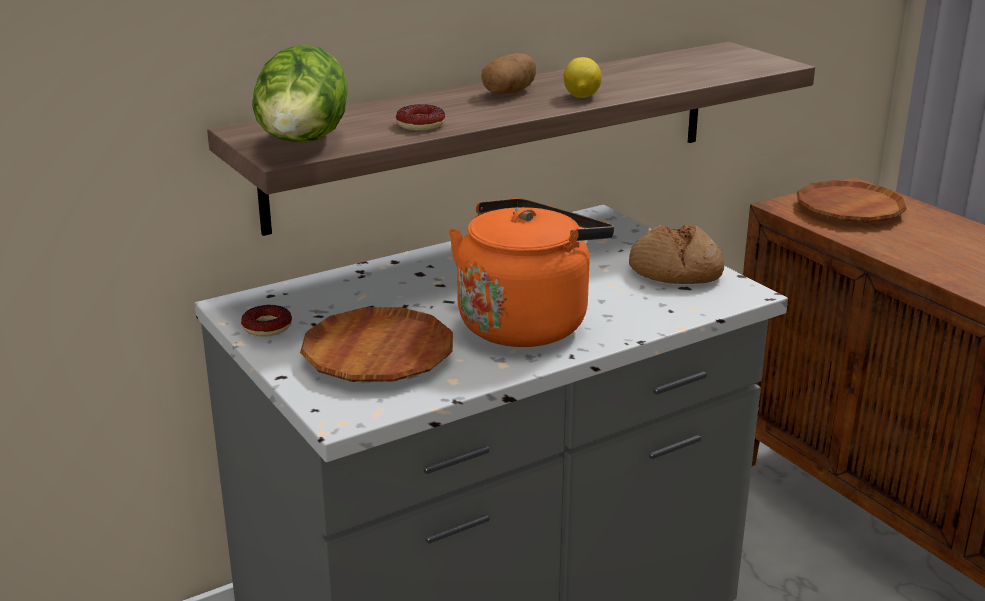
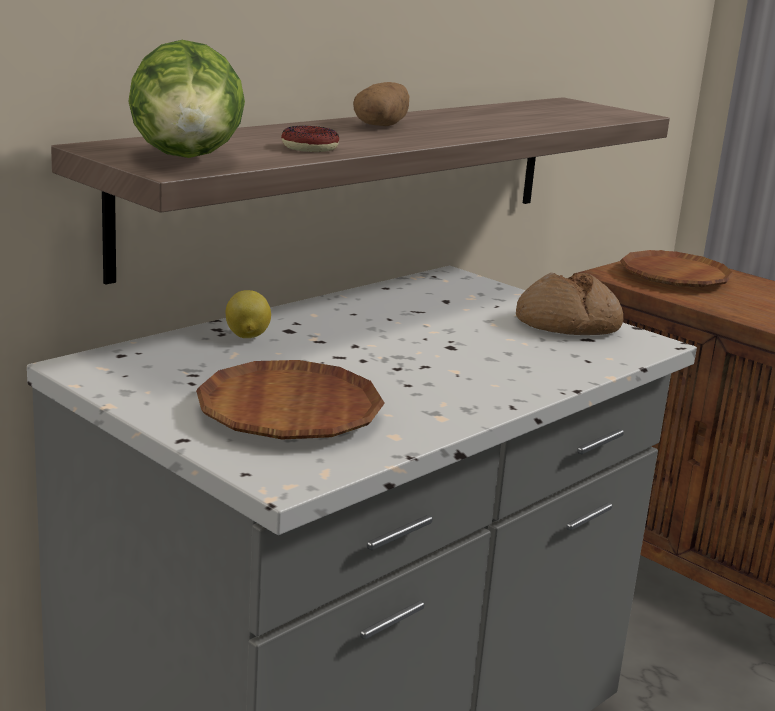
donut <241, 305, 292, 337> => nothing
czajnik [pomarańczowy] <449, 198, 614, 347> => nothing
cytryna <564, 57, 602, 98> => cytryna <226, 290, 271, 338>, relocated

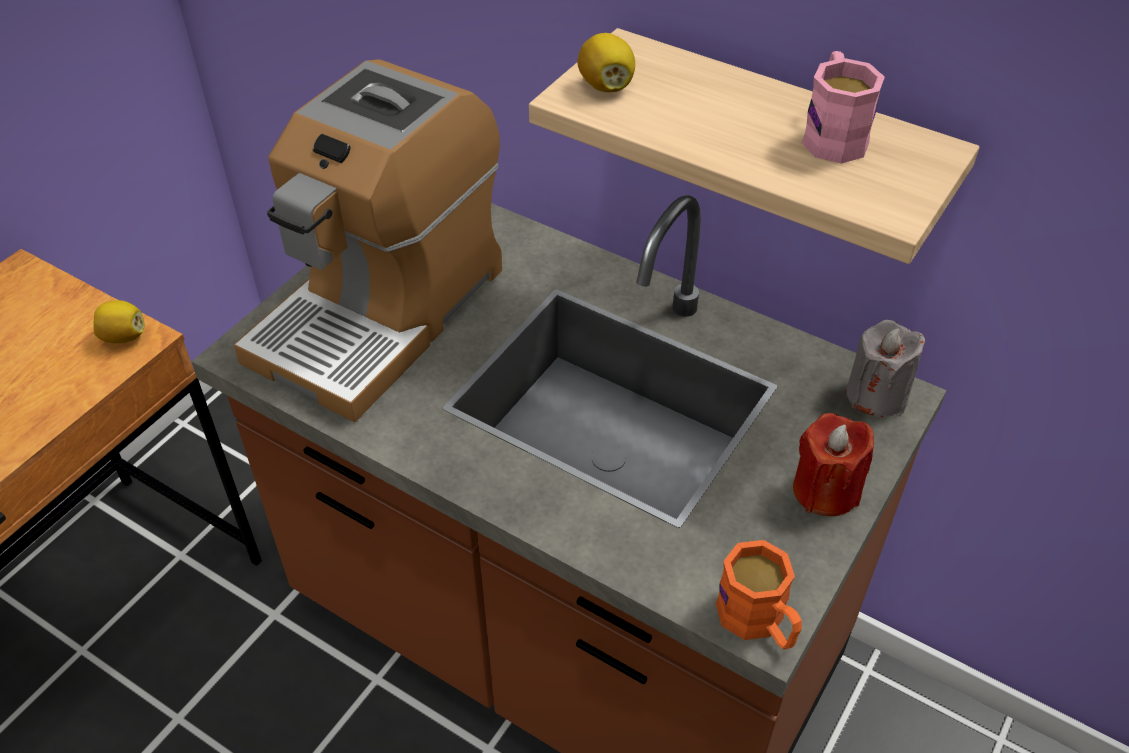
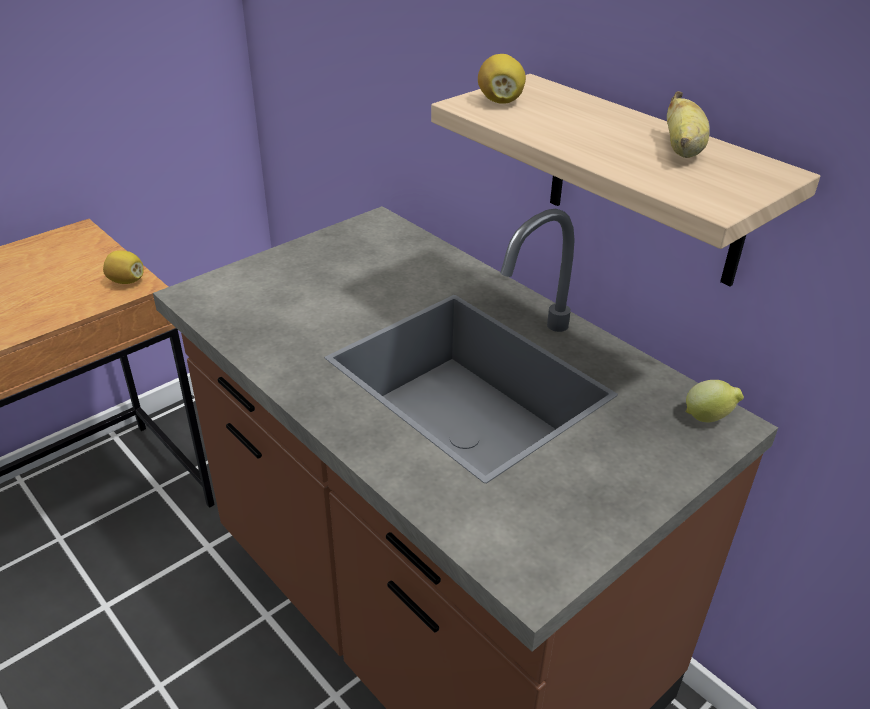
ekspres do kawy <234, 59, 502, 422> => nothing
kubek [pomarańczowy] <716, 540, 802, 650> => nothing
świeca [czerwony] <793, 413, 874, 516> => nothing
kubek [różowy] <802, 51, 885, 164> => banan <667, 91, 710, 158>
świeca [szary] <846, 320, 925, 417> => cytryna <685, 380, 744, 422>

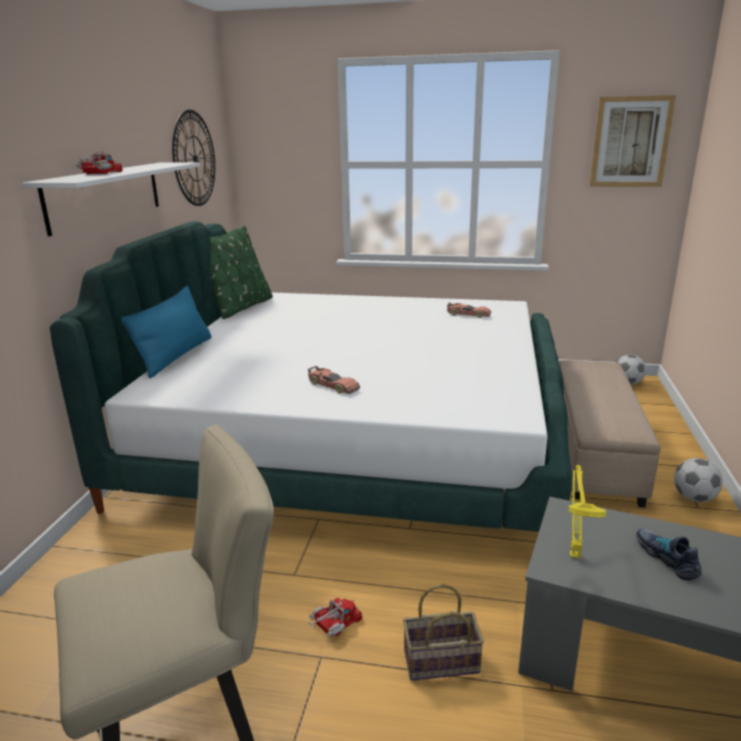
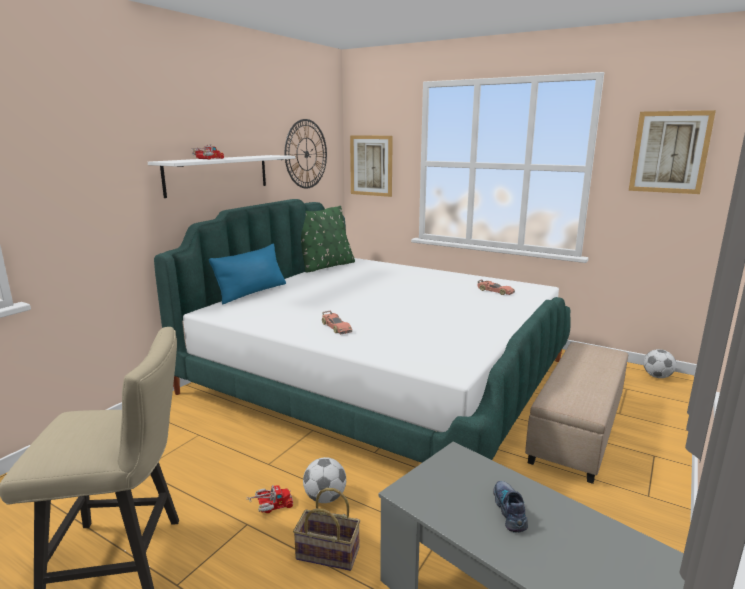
lampa stołowa [żółty] <569, 465, 606, 558> => nothing
nothing => obraz <350, 136, 393, 197>
piłka futbolowa <674, 458, 723, 502> => piłka futbolowa <303, 457, 346, 503>, relocated

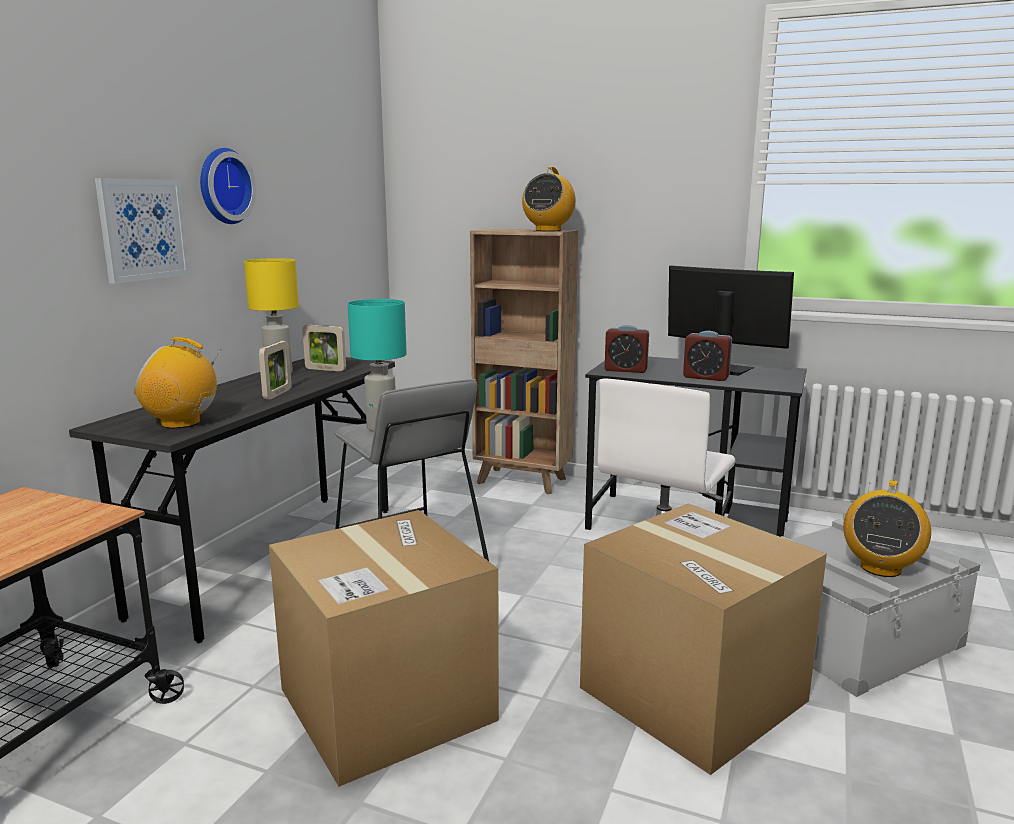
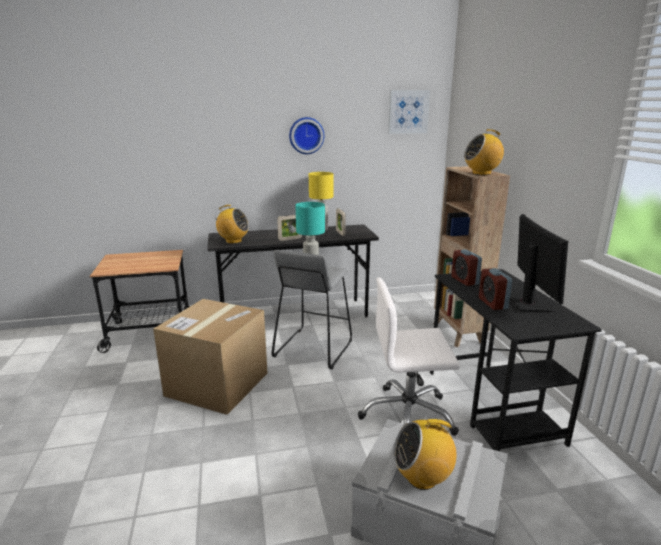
karton <580, 503, 827, 775> => nothing
obraz <95, 178, 190, 284> => obraz <388, 90, 430, 134>, relocated
radio <134, 337, 221, 429> => radio <213, 205, 249, 244>, 135 degrees clockwise

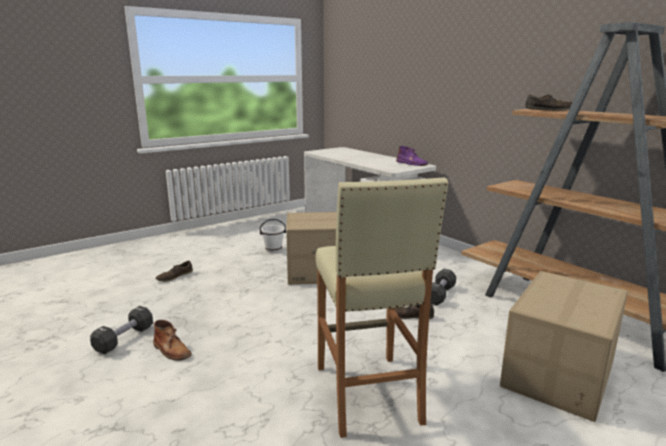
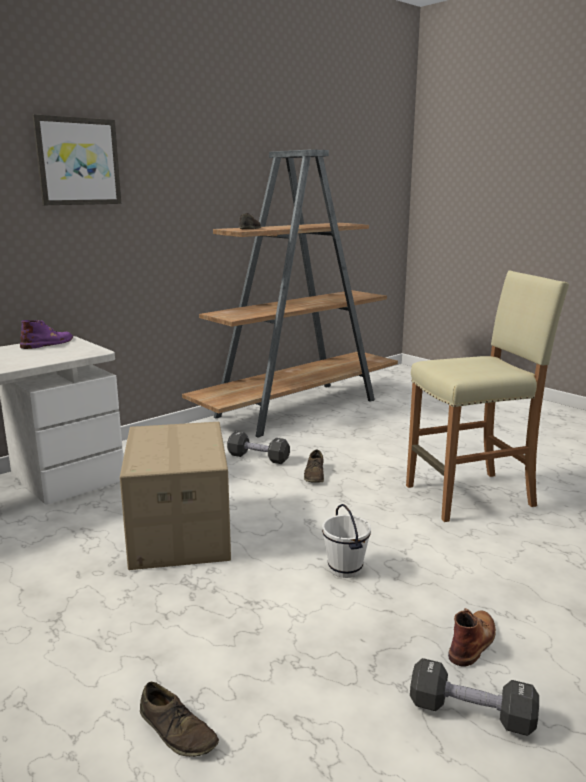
karton <500, 271, 628, 422> => nothing
nothing => obraz <32, 114, 121, 205>
wiadro [biały] <260, 219, 286, 253> => wiadro [biały] <322, 504, 371, 578>, relocated

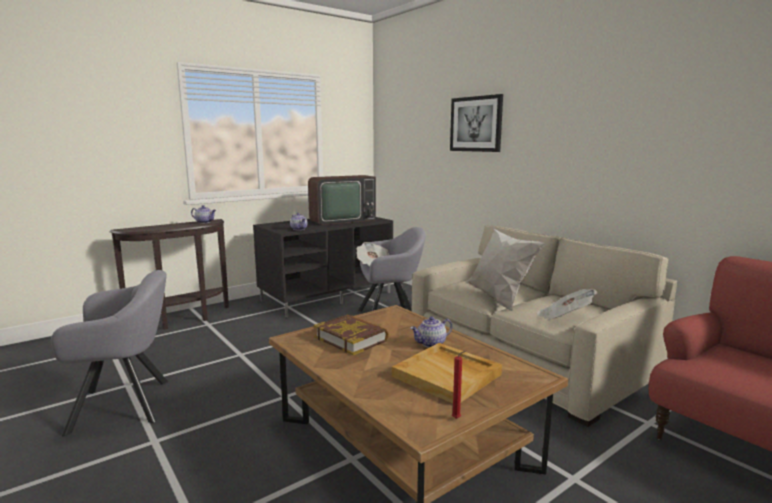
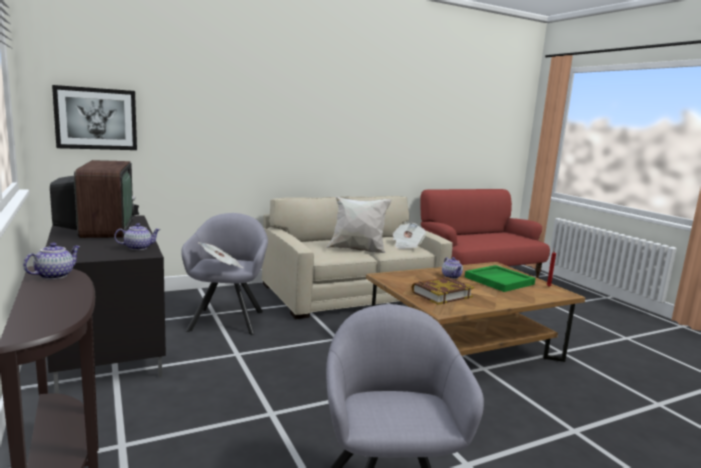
obraz <450, 94, 503, 152> => obraz <52, 85, 137, 150>, relocated
taca [beżowy] <392, 343, 502, 403> => taca [zielony] <465, 265, 535, 292>

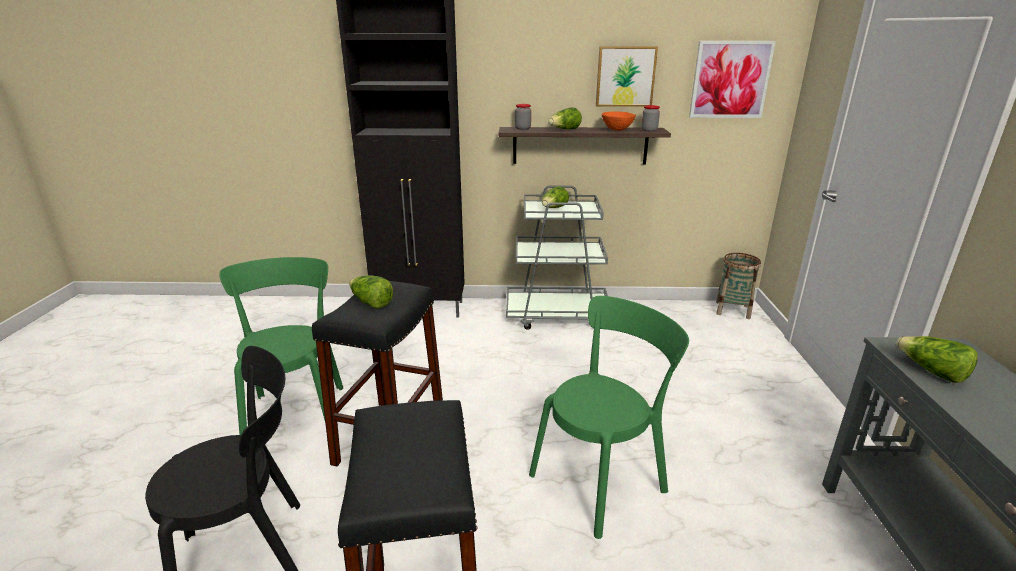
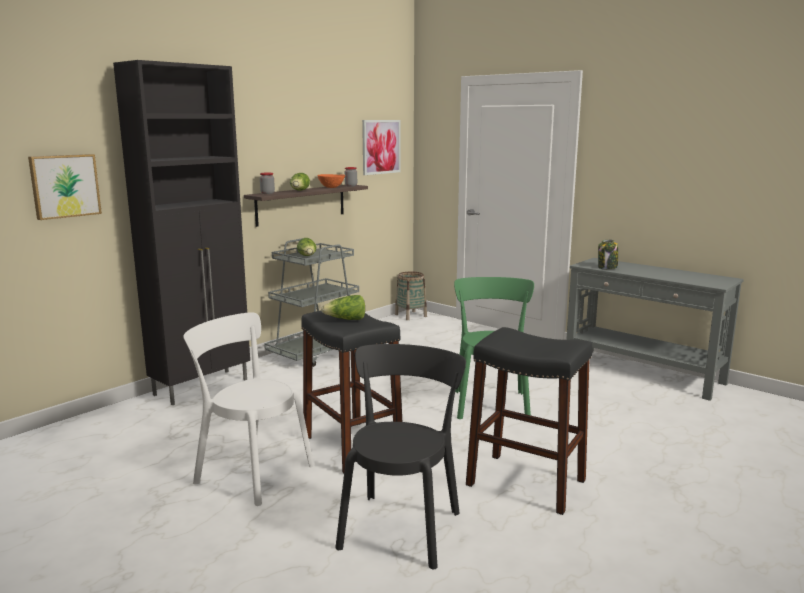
obraz <596, 46, 658, 107> => obraz <28, 154, 102, 220>, relocated
sałata <896, 336, 978, 383> => słoik <598, 239, 618, 269>
krzesło [zielony] <220, 257, 343, 435> => krzesło [biały] <183, 312, 314, 506>

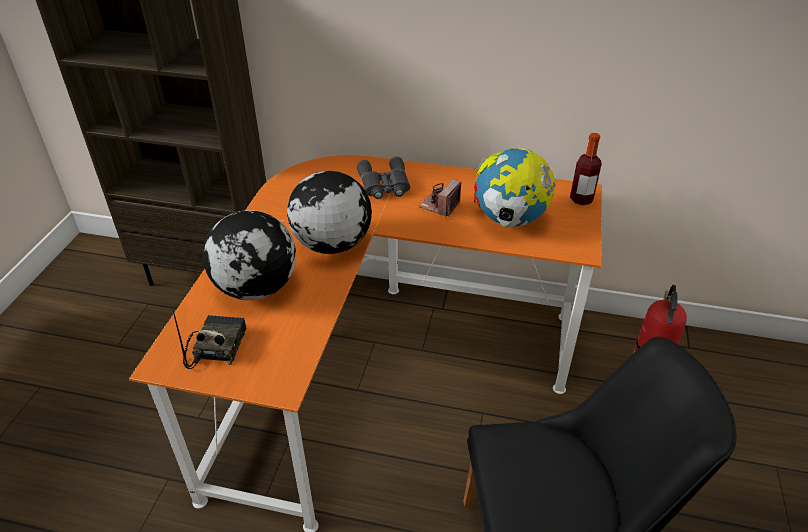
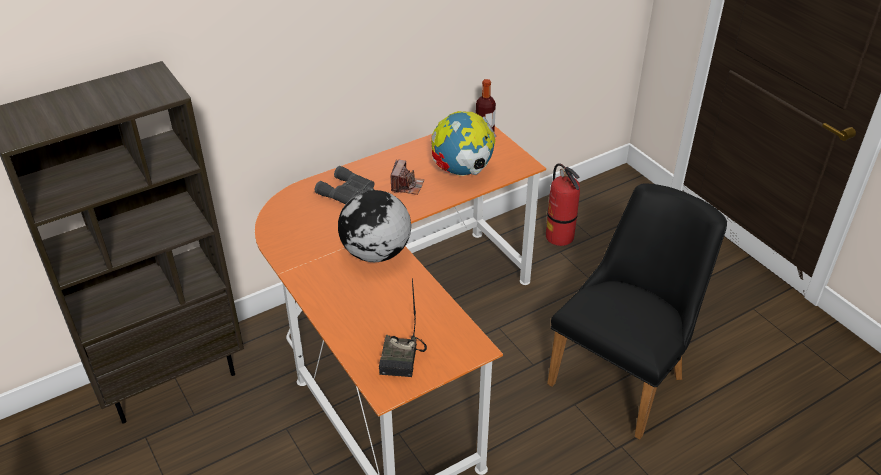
globus <203, 210, 296, 300> => nothing
radio <172, 308, 246, 369> => radio <379, 278, 427, 377>, 135 degrees counterclockwise
aparat fotograficzny <419, 179, 461, 217> => aparat fotograficzny <391, 159, 424, 195>, 150 degrees counterclockwise

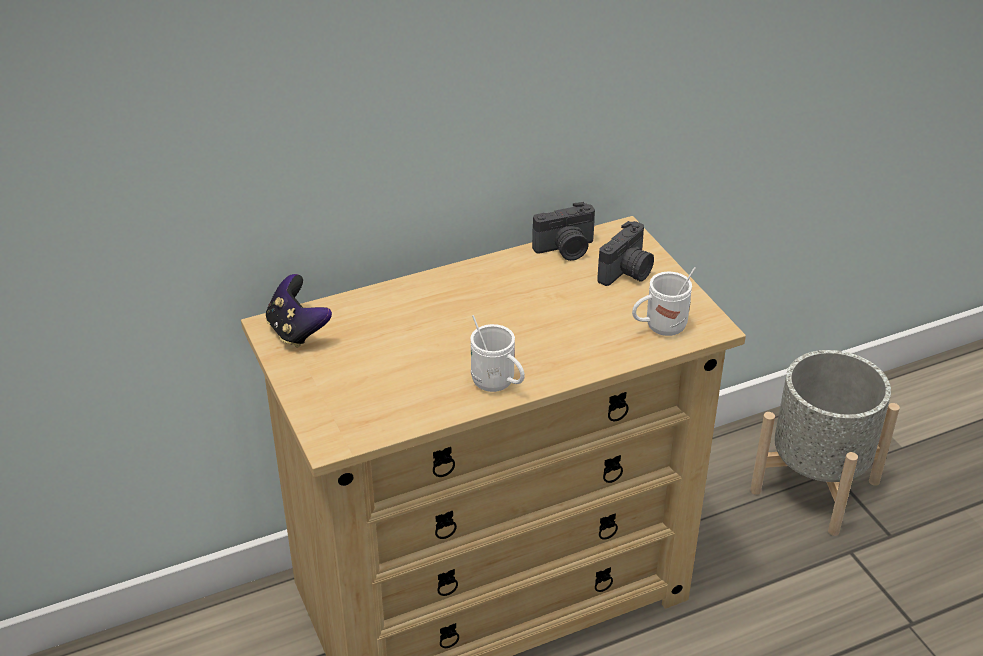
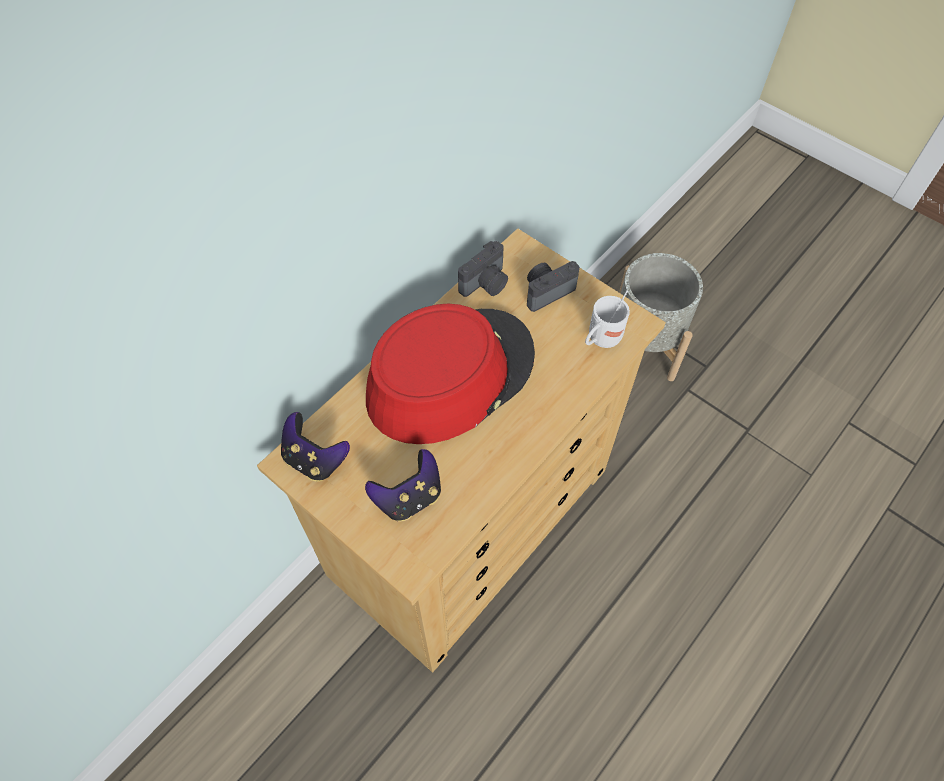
kubek [biały] <470, 315, 525, 392> => nothing
nothing => pad do gier <365, 449, 441, 522>
nothing => kapelusz [czerwony] <366, 304, 535, 444>
aparat fotograficzny <597, 221, 654, 286> => aparat fotograficzny <527, 261, 580, 312>, 135 degrees counterclockwise

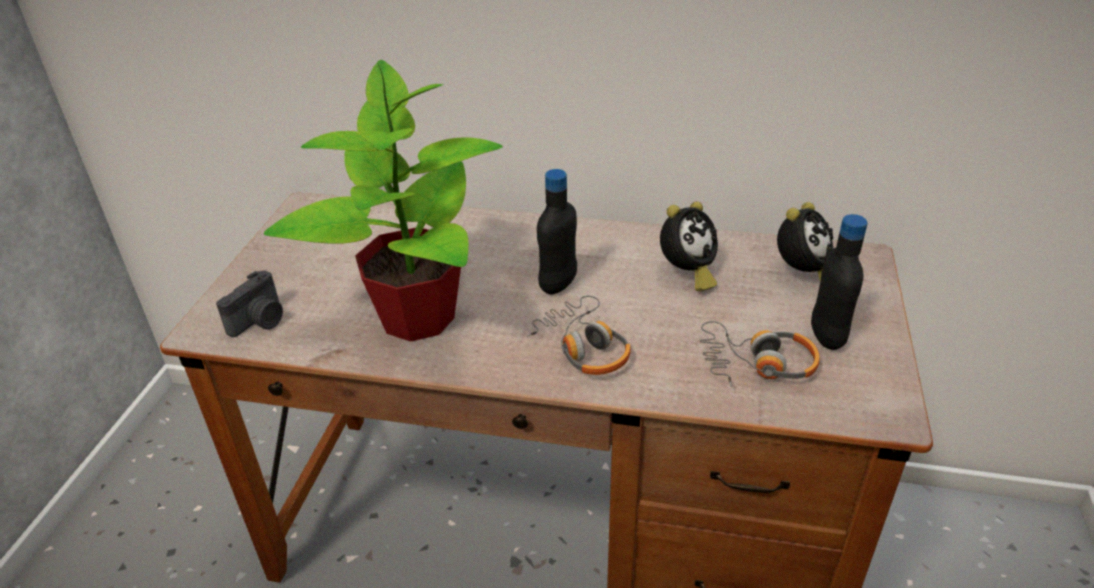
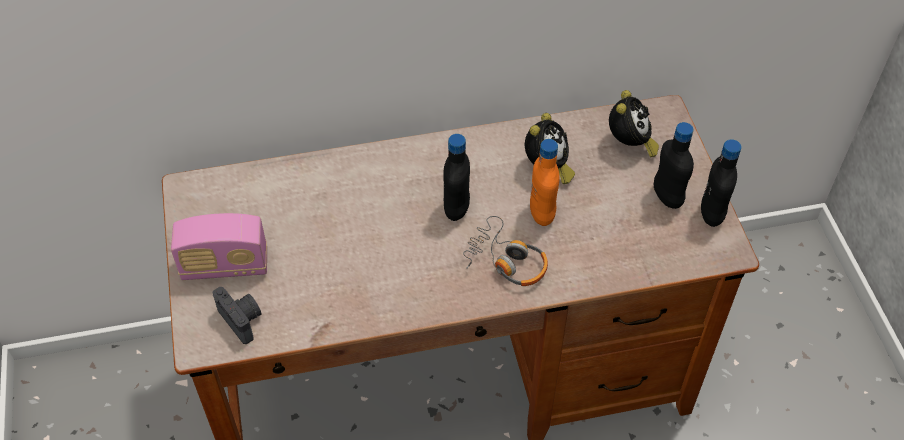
roślina doniczkowa <264, 60, 503, 342> => nothing
słuchawki <700, 321, 819, 386> => nothing
nothing => radio <171, 213, 267, 280>
nothing => butelka [pomarańczowy] <530, 139, 559, 226>
nothing => butelka [czarny] <701, 139, 741, 227>
aparat fotograficzny <216, 271, 283, 337> => aparat fotograficzny <213, 287, 261, 344>, 45 degrees counterclockwise

